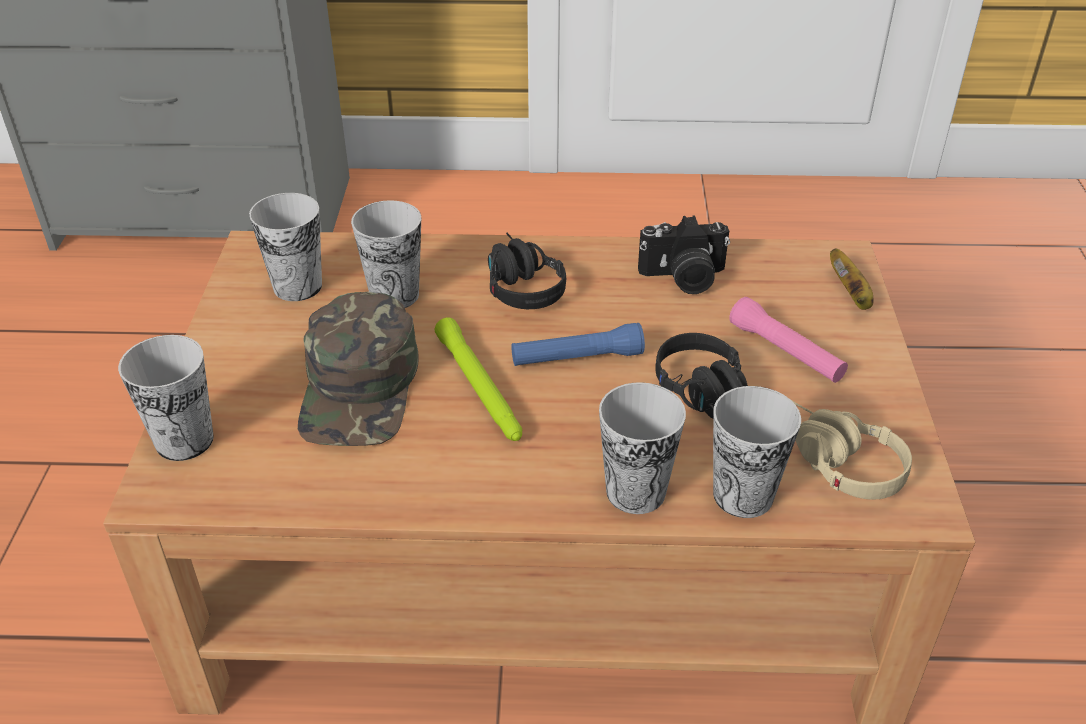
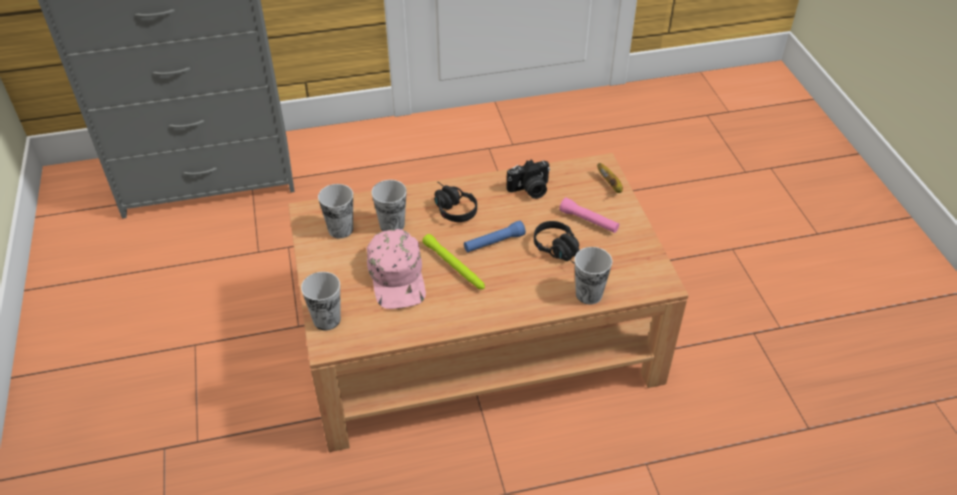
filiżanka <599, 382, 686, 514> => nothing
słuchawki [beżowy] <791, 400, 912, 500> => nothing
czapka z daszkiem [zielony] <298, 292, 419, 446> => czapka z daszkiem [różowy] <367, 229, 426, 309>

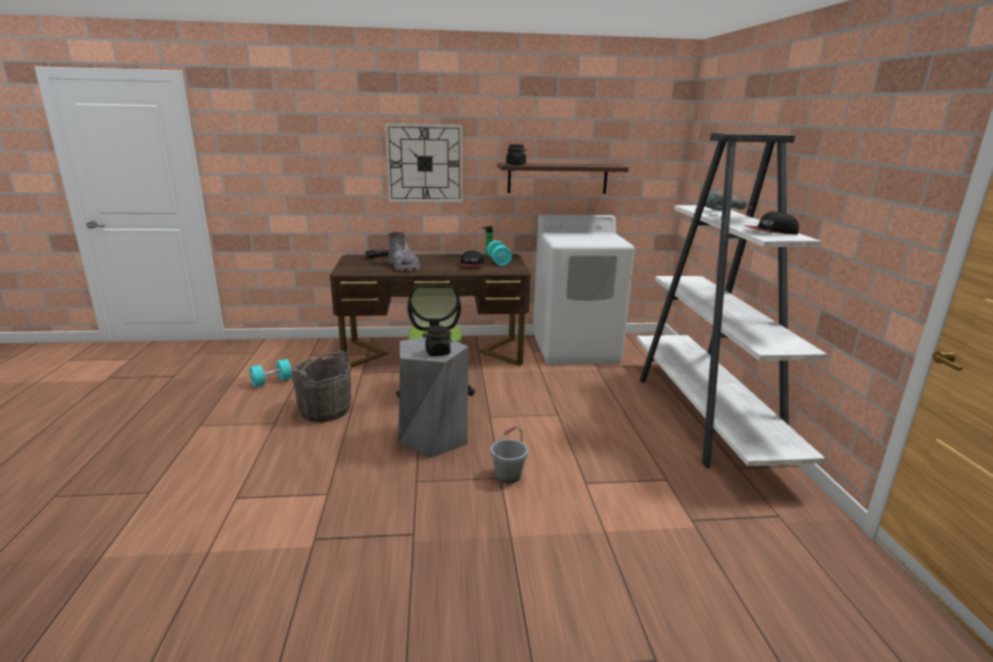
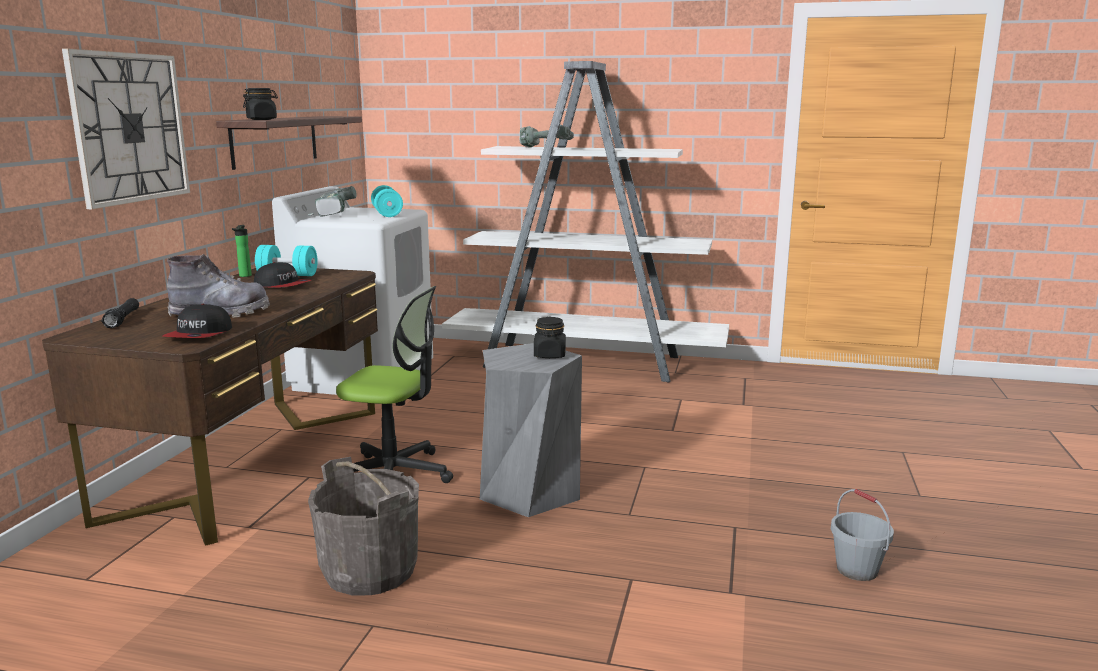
nothing => wiertarka <308, 186, 357, 217>
hantel [turkusowy] <249, 359, 292, 387> => hantel [turkusowy] <371, 185, 403, 217>, relocated
wiadro [szary] <490, 426, 528, 484> => wiadro [szary] <831, 489, 894, 581>, relocated
czapka z daszkiem <746, 211, 799, 234> => czapka z daszkiem <162, 304, 232, 338>, relocated

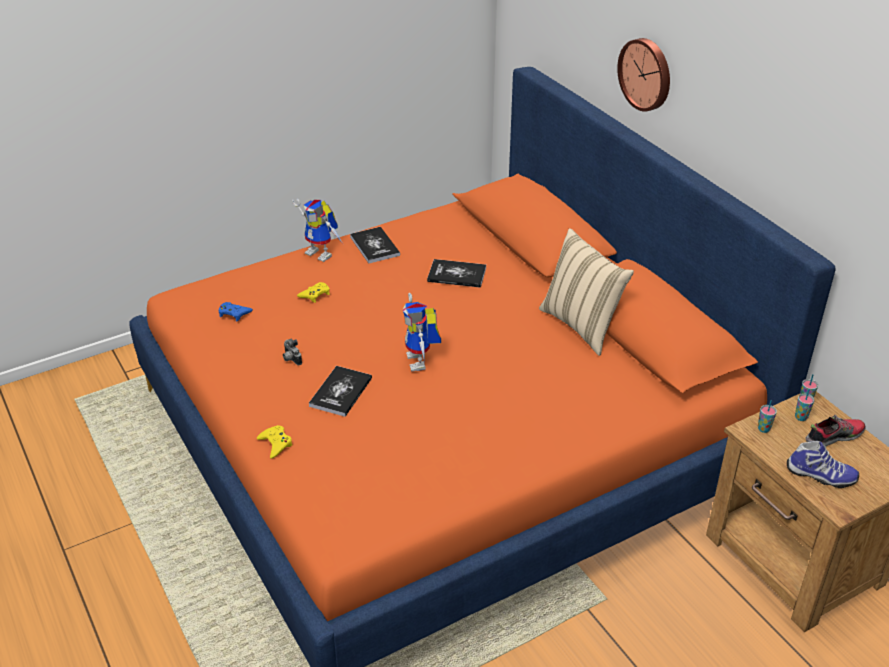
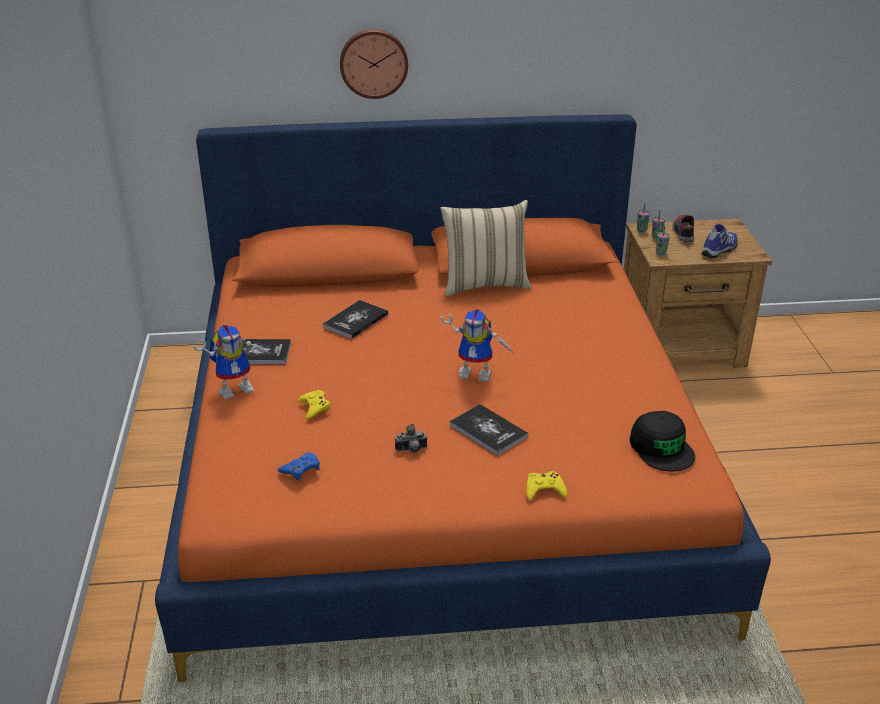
nothing => czapka z daszkiem [czarny] <630, 411, 695, 471>

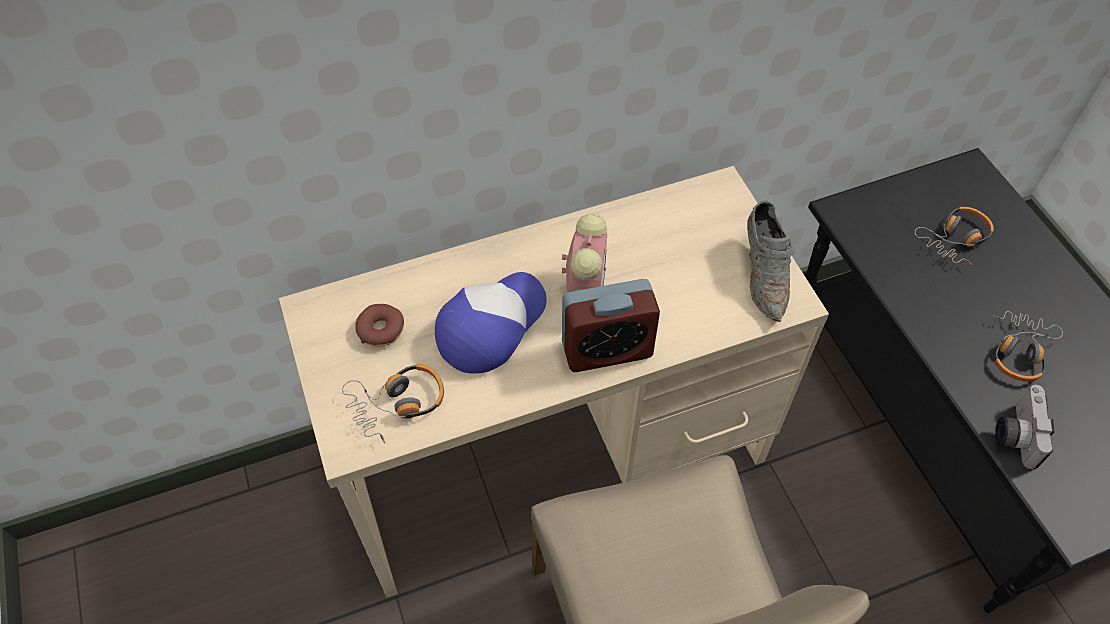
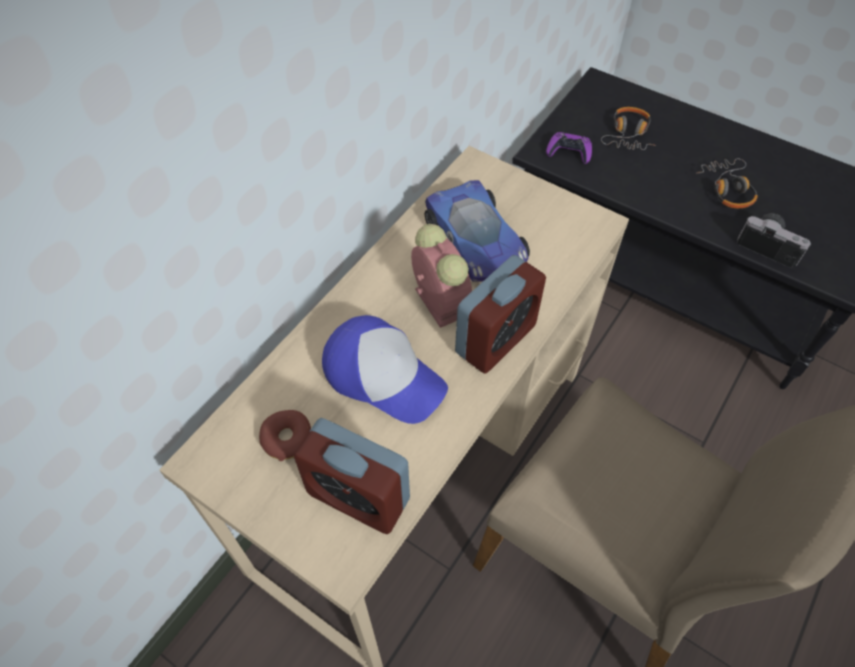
but [szary] <747, 200, 796, 322> => nothing
nothing => samochodzik <425, 180, 530, 282>
nothing => pad do gier [fioletowy] <546, 132, 592, 164>
słuchawki <342, 364, 444, 443> => budzik <294, 418, 410, 534>
czapka z daszkiem <435, 272, 547, 374> => czapka z daszkiem <322, 315, 448, 424>, 120 degrees clockwise
aparat fotograficzny <995, 385, 1055, 469> => aparat fotograficzny <737, 212, 811, 268>, 150 degrees clockwise

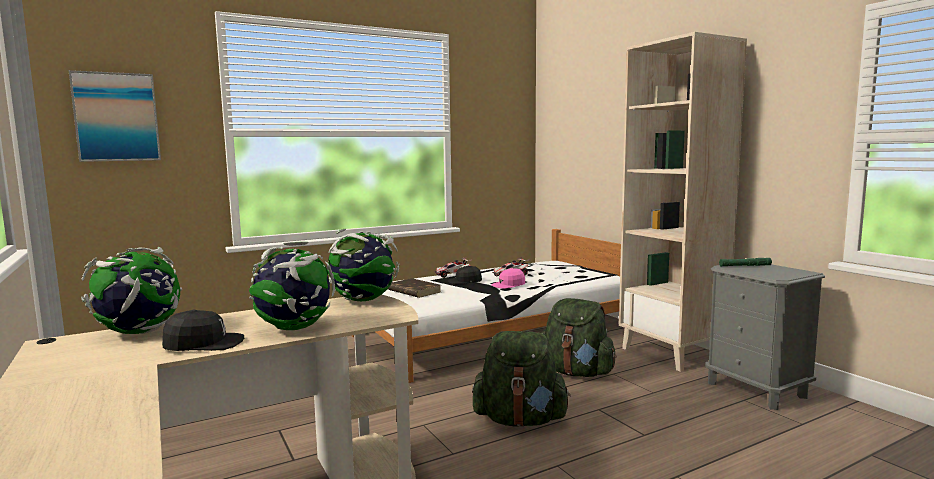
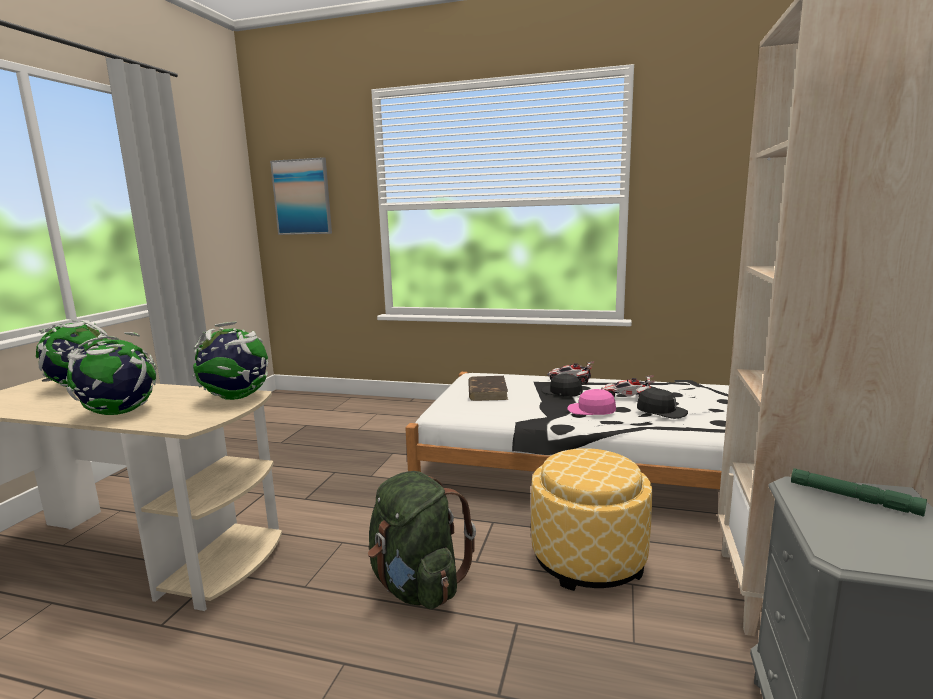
czapka z daszkiem [czarny] <162, 310, 244, 351> => czapka z daszkiem [czarny] <637, 388, 688, 419>, relocated
plecak [zielony] <542, 298, 617, 377> => pufa <531, 448, 652, 591>

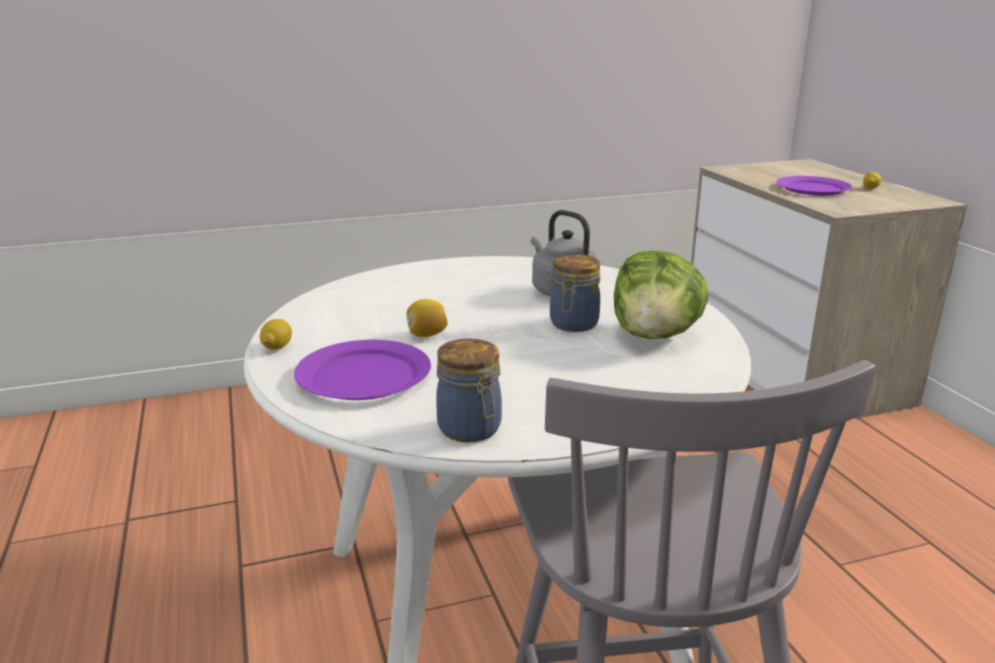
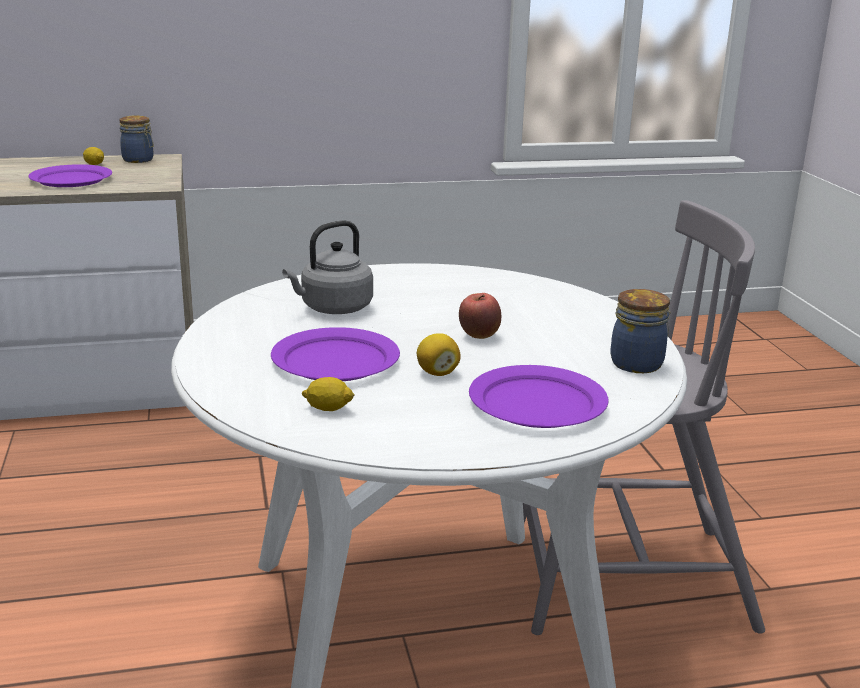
sałata <614, 250, 709, 339> => nothing
nothing => talerz [fioletowy] <271, 327, 400, 381>
nothing => jabłko <459, 293, 501, 339>
cytryna <260, 319, 292, 350> => cytryna <302, 377, 355, 411>, relocated
słoik <550, 254, 601, 332> => słoik <119, 115, 154, 163>, relocated

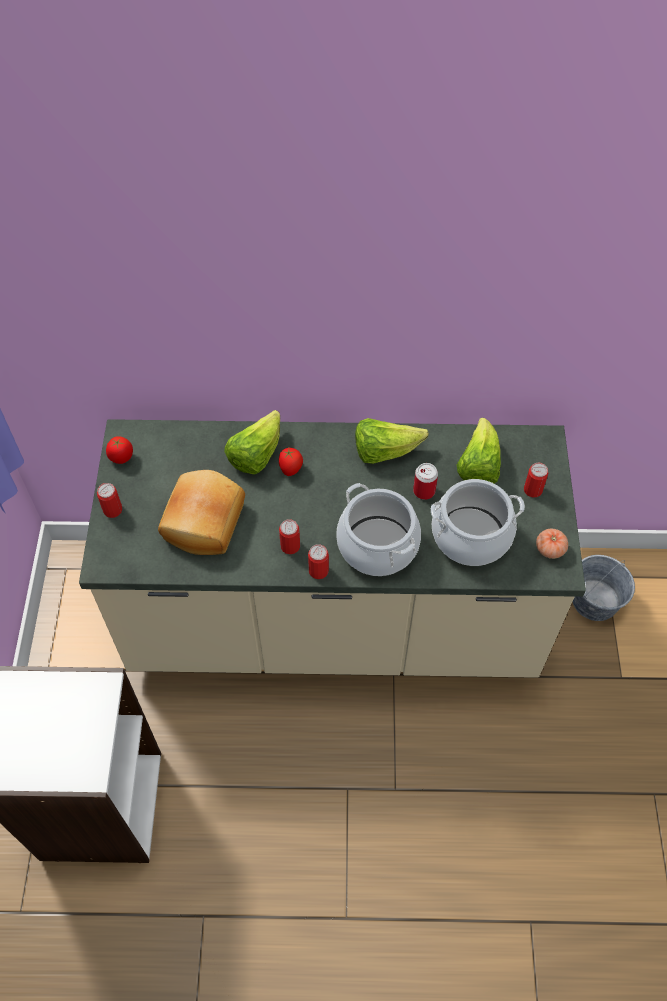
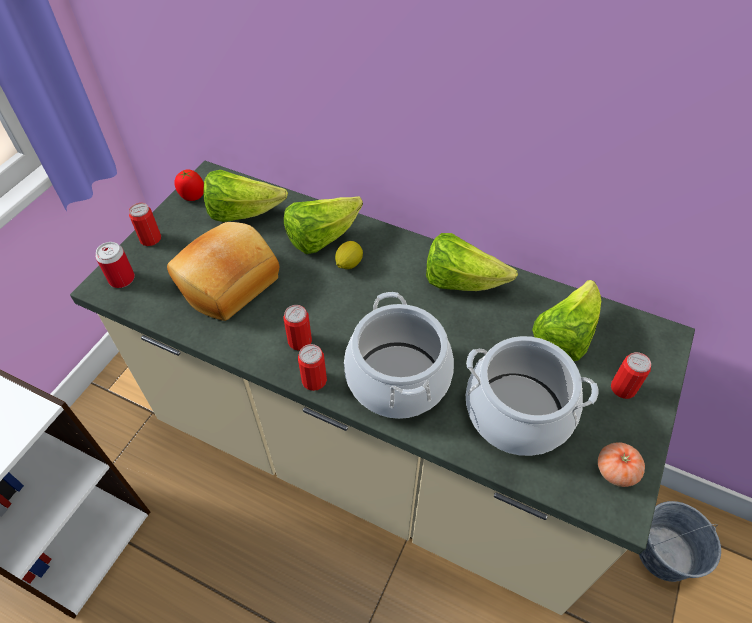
nothing => sałata <203, 170, 288, 222>
puszka <413, 463, 438, 500> => puszka <96, 242, 135, 288>, relocated
pomidor <279, 448, 303, 476> => cytryna <335, 241, 363, 269>

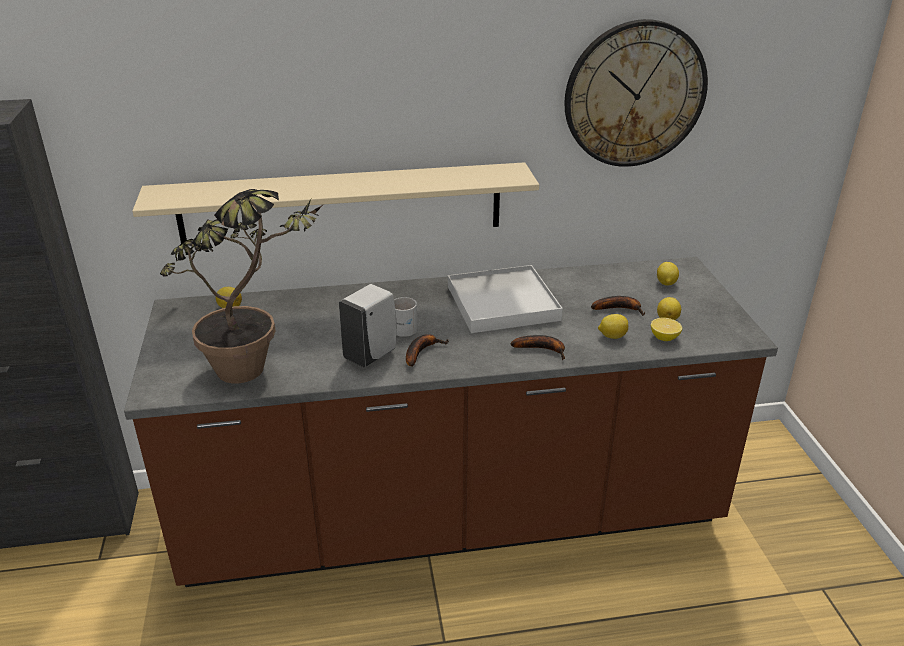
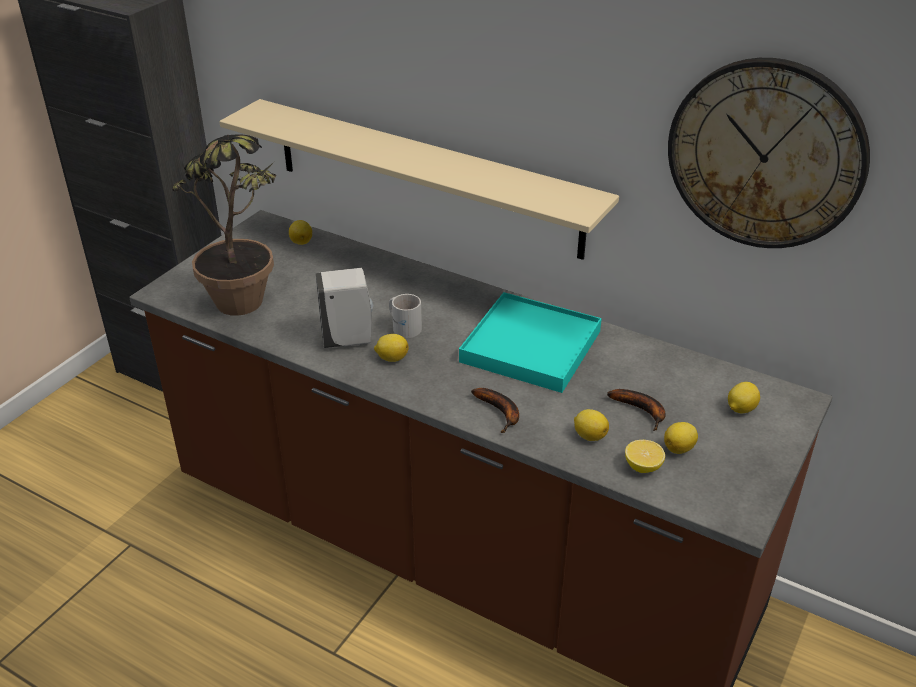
banan <406, 334, 449, 367> => cytryna <374, 334, 409, 362>
taca [biały] <448, 265, 563, 333> => taca [turkusowy] <459, 292, 602, 393>

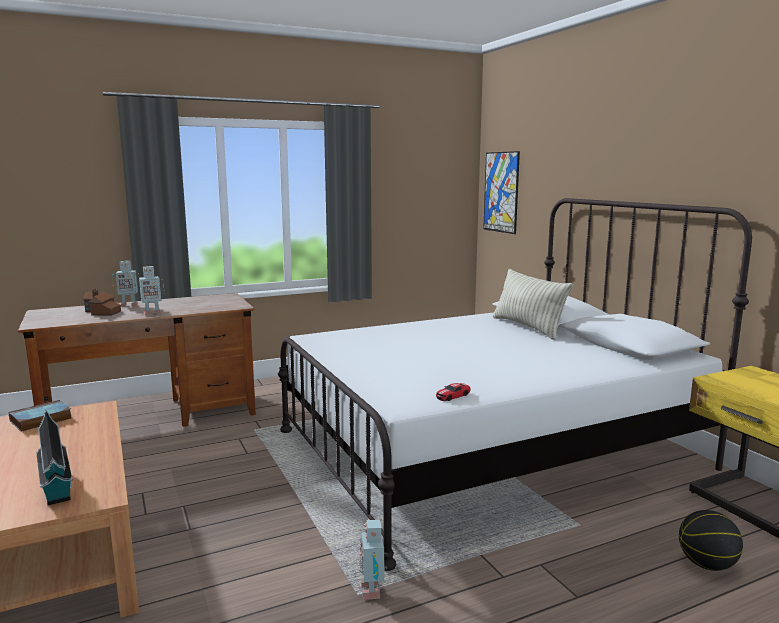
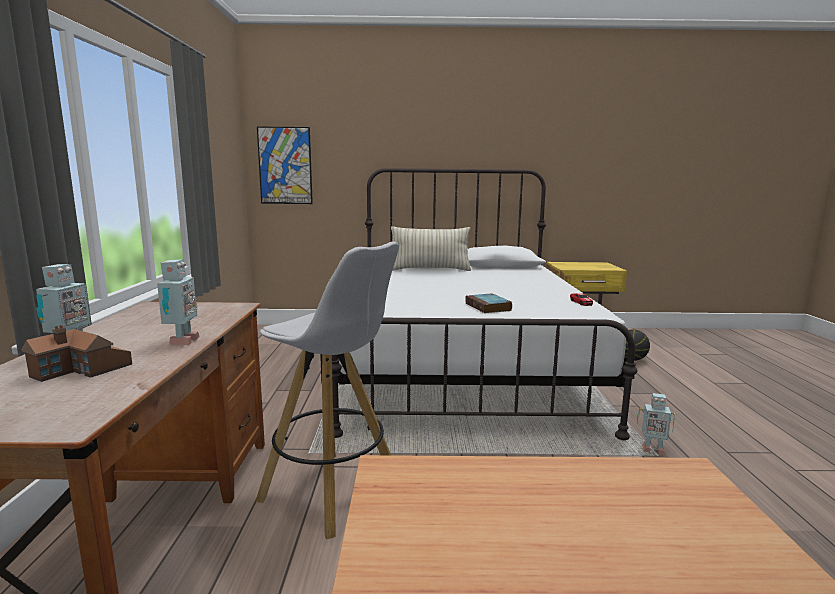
domek <36, 410, 73, 505> => nothing
nothing => stołek [biały] <255, 242, 399, 540>
książka <9, 400, 72, 432> => książka <466, 293, 512, 313>, relocated

